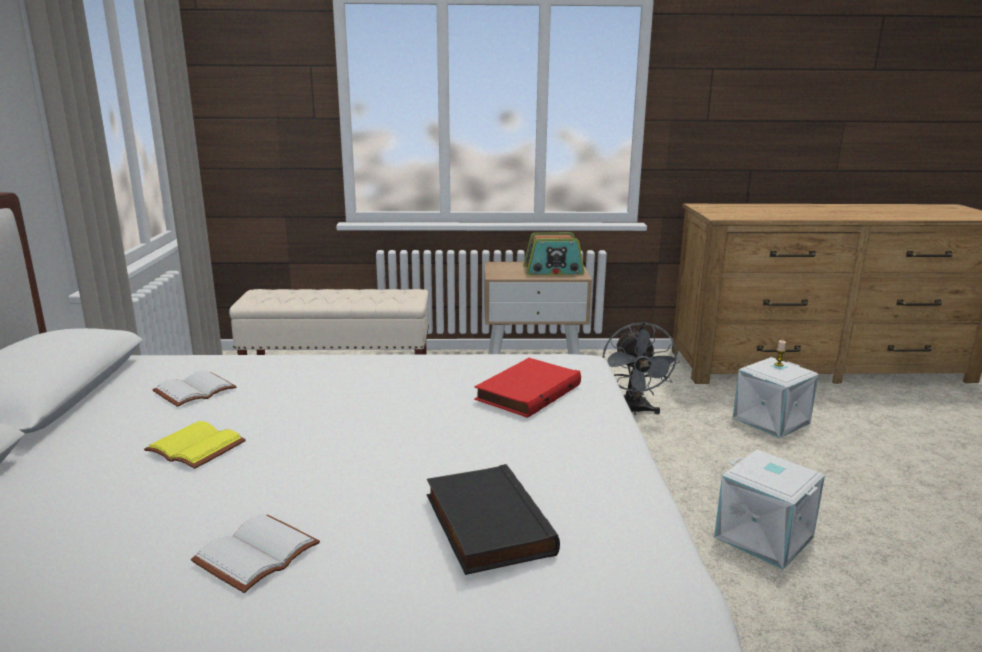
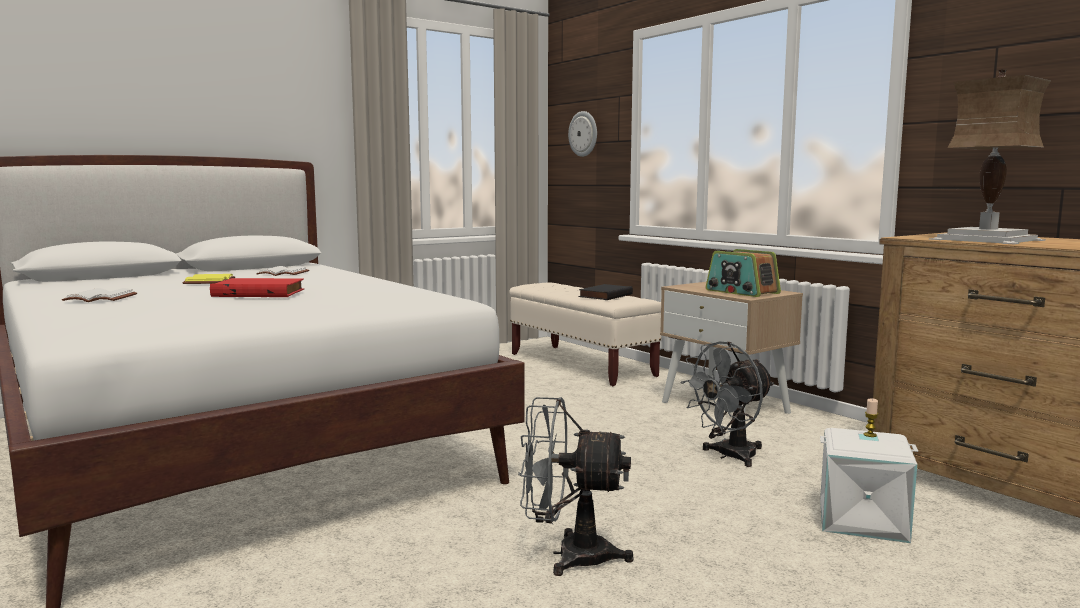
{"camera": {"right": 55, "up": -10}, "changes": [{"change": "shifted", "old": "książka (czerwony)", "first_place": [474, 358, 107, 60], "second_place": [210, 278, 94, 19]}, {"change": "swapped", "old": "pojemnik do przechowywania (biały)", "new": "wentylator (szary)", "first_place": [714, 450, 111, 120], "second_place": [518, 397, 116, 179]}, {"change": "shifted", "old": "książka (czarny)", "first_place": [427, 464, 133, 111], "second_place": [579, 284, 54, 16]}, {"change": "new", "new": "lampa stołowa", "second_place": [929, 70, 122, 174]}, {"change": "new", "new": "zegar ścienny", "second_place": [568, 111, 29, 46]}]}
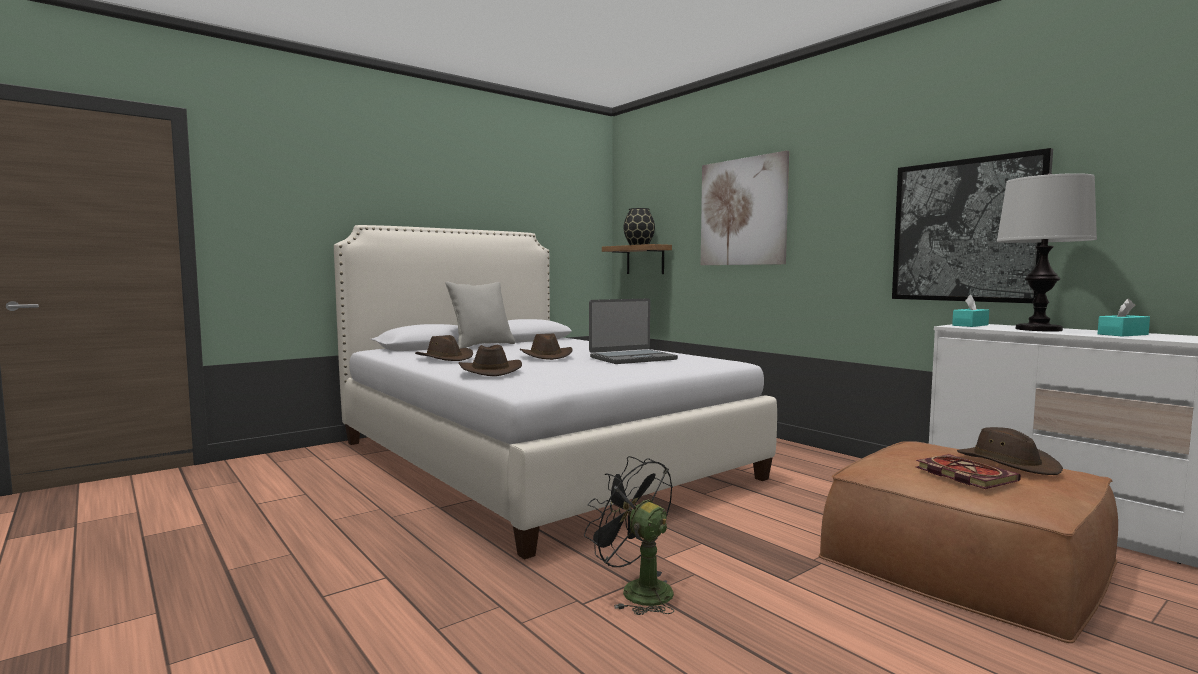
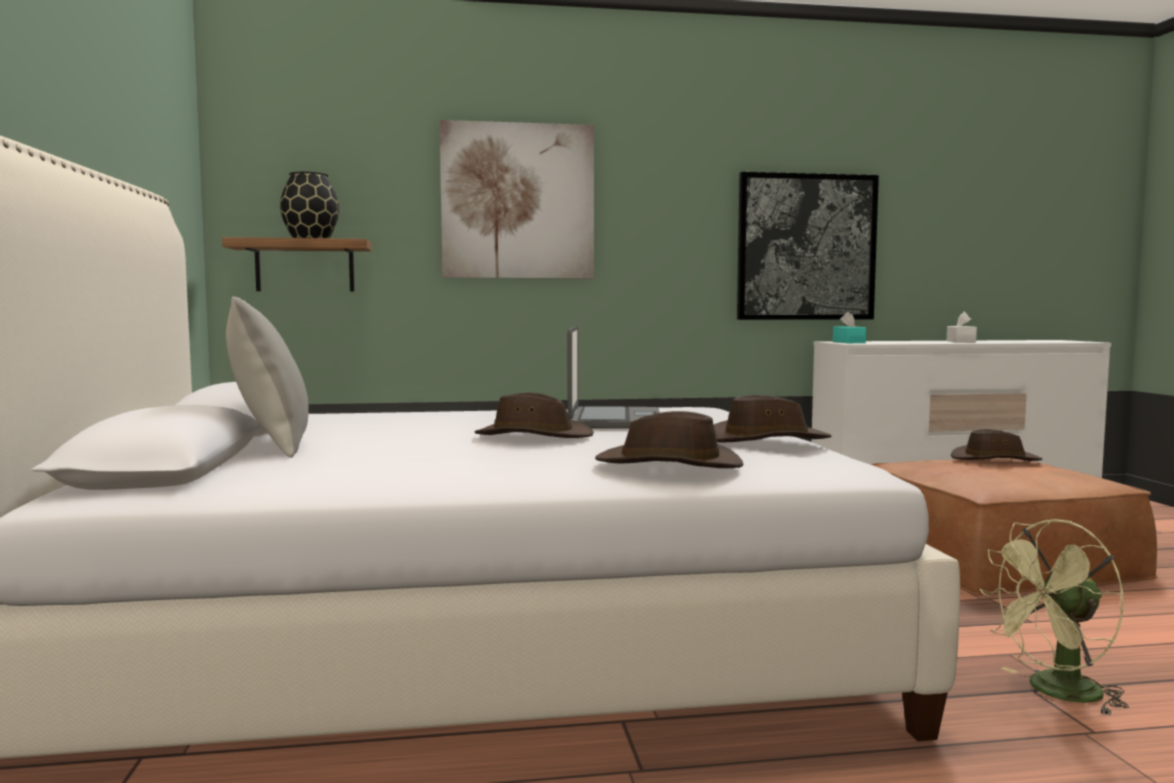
{"camera": {"right": -60, "up": 0}, "changes": [{"change": "gone", "old": "lampa stołowa", "first_place": [997, 173, 100, 159]}, {"change": "repainted", "old": "pudełko chusteczek (turkusowy)", "new": "pudełko chusteczek (biały)", "first_place": [1098, 299, 52, 37], "second_place": [947, 312, 30, 31]}, {"change": "shifted", "old": "kapelusz (brązowy)", "first_place": [415, 335, 58, 26], "second_place": [714, 395, 117, 47]}, {"change": "gone", "old": "książka", "first_place": [916, 454, 105, 35]}, {"change": "repainted", "old": "wentylator (czarny)", "new": "wentylator (zielony)", "first_place": [584, 456, 90, 159], "second_place": [980, 519, 149, 197]}]}
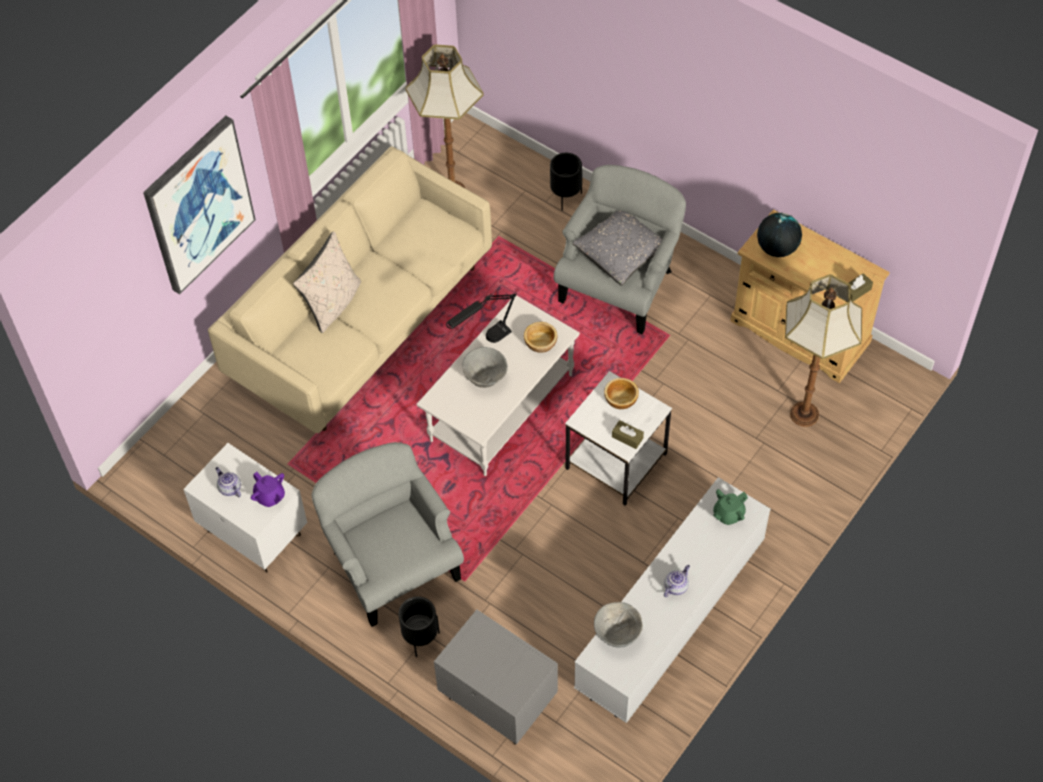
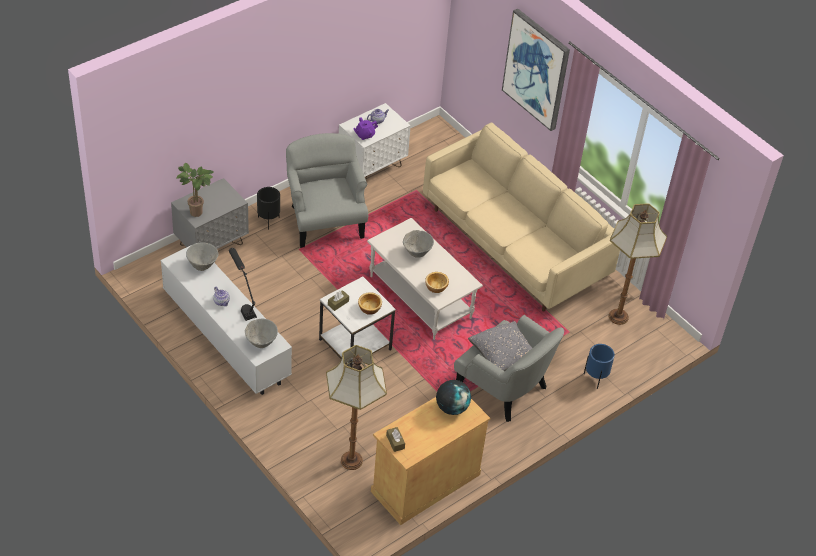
{"camera": {"right": 100, "up": -10}, "changes": [{"change": "repainted", "old": "donica (czarny)", "new": "donica (niebieski)", "first_place": [550, 153, 32, 58], "second_place": [584, 344, 31, 45]}, {"change": "gone", "old": "poduszka (beżowy)", "first_place": [293, 232, 68, 101]}, {"change": "shifted", "old": "lampa stołowa (czarny)", "first_place": [446, 292, 71, 51], "second_place": [229, 248, 28, 73]}, {"change": "rotated", "old": "fotel (szary)", "first_place": [312, 442, 152, 185], "second_place": [286, 133, 82, 115], "degrees": -90}, {"change": "swapped", "old": "imbryk (zielony)", "new": "miska (szary)", "first_place": [713, 489, 35, 36], "second_place": [245, 319, 33, 29]}, {"change": "new", "new": "roślina doniczkowa", "second_place": [176, 163, 37, 54]}]}
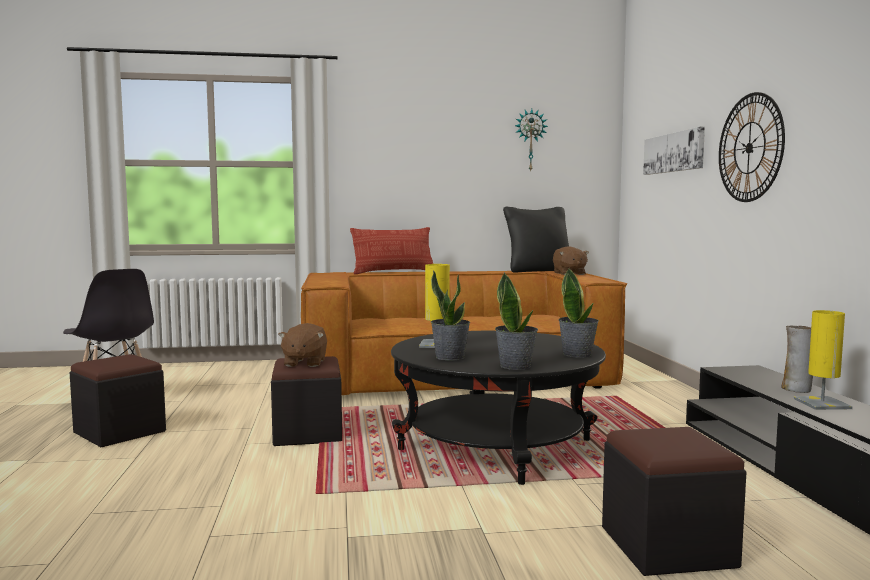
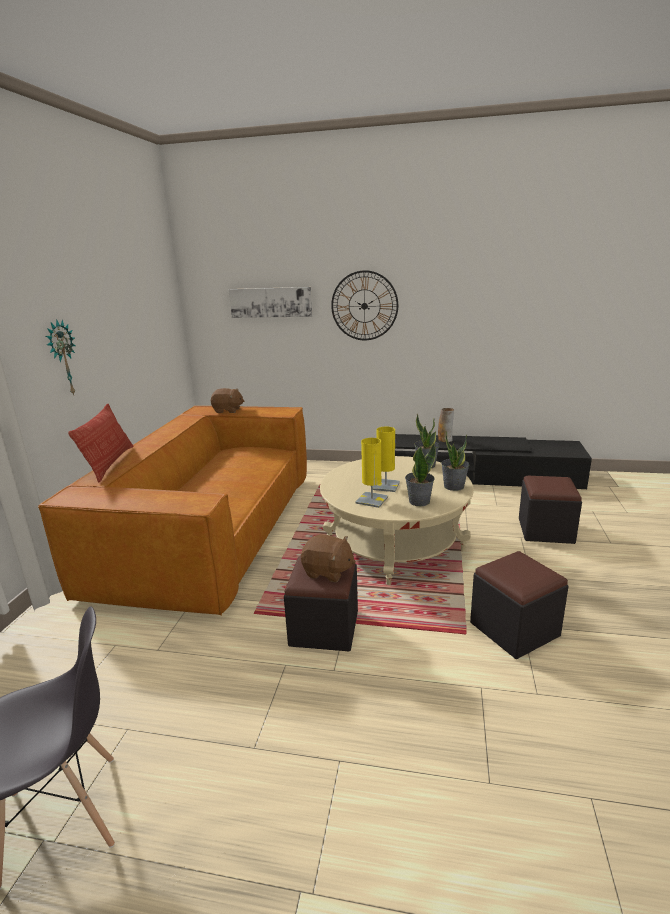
{"camera": {"right": -70, "up": 15}, "changes": [{"change": "shifted", "old": "zegar ścienny", "first_place": [515, 109, 33, 63], "second_place": [46, 319, 30, 76]}, {"change": "gone", "old": "poduszka (czarny)", "first_place": [503, 207, 66, 66]}, {"change": "shifted", "old": "lampa stołowa (żółty)", "first_place": [794, 310, 59, 100], "second_place": [373, 426, 27, 66]}, {"change": "repainted", "old": "ława (czarny)", "new": "ława (beżowy)", "first_place": [391, 331, 215, 154], "second_place": [320, 456, 154, 129]}, {"change": "shifted", "old": "pufa (czarny)", "first_place": [70, 354, 96, 93], "second_place": [470, 551, 98, 108]}]}
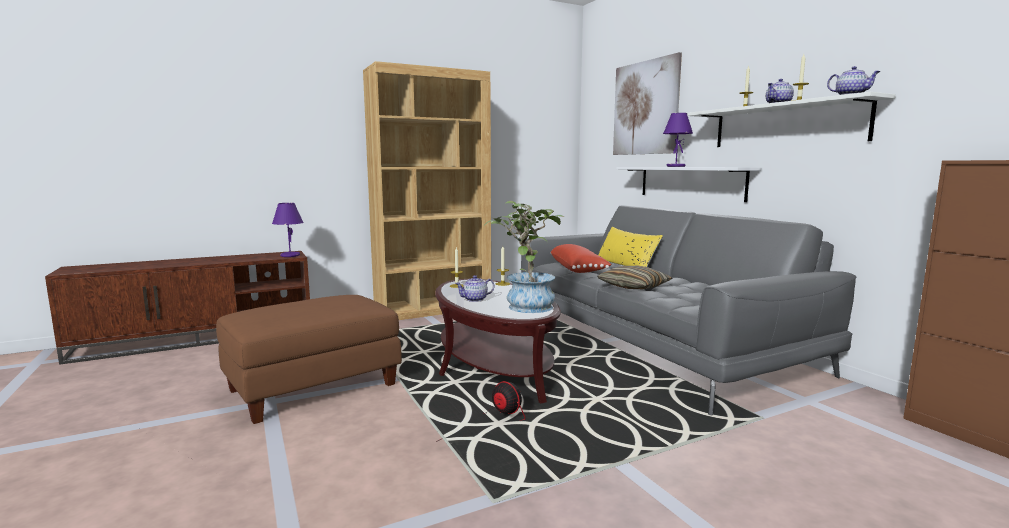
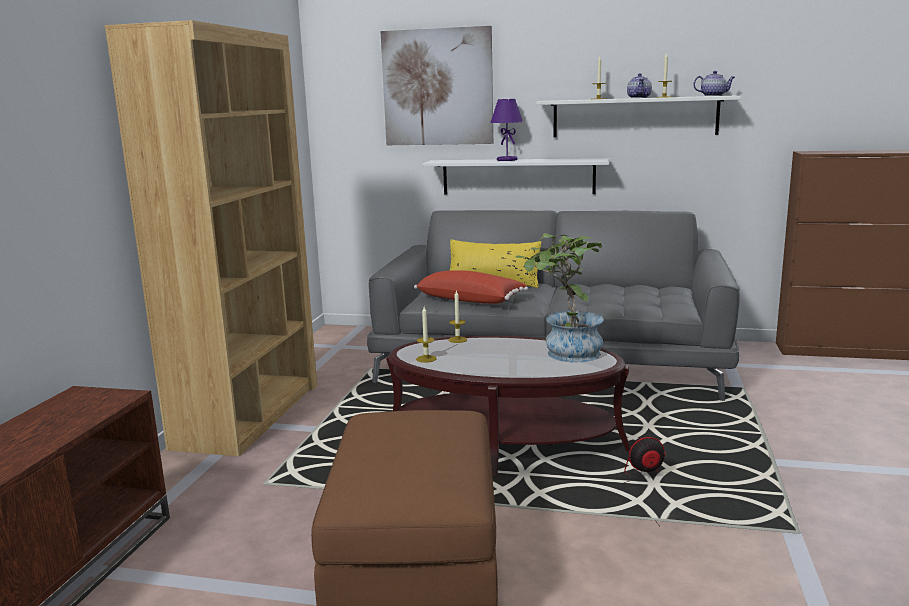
{"camera": {"right": -50, "up": 5}, "changes": [{"change": "gone", "old": "lampa stołowa (fioletowy)", "first_place": [272, 203, 32, 54]}, {"change": "gone", "old": "poduszka", "first_place": [597, 266, 76, 23]}, {"change": "gone", "old": "imbryk", "first_place": [455, 275, 39, 27]}]}
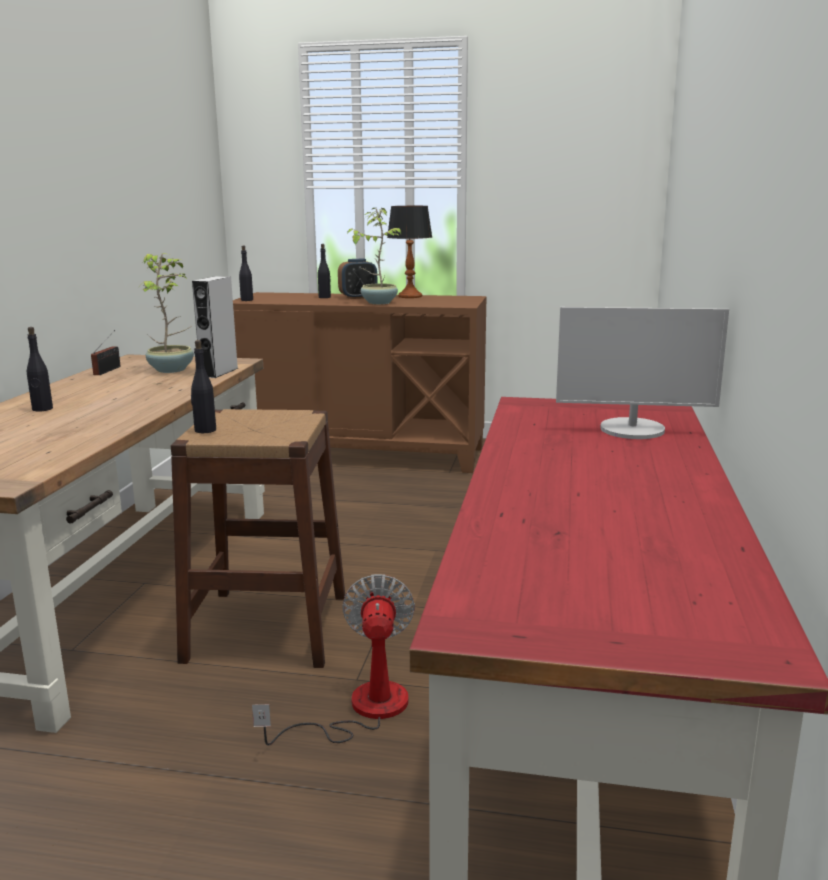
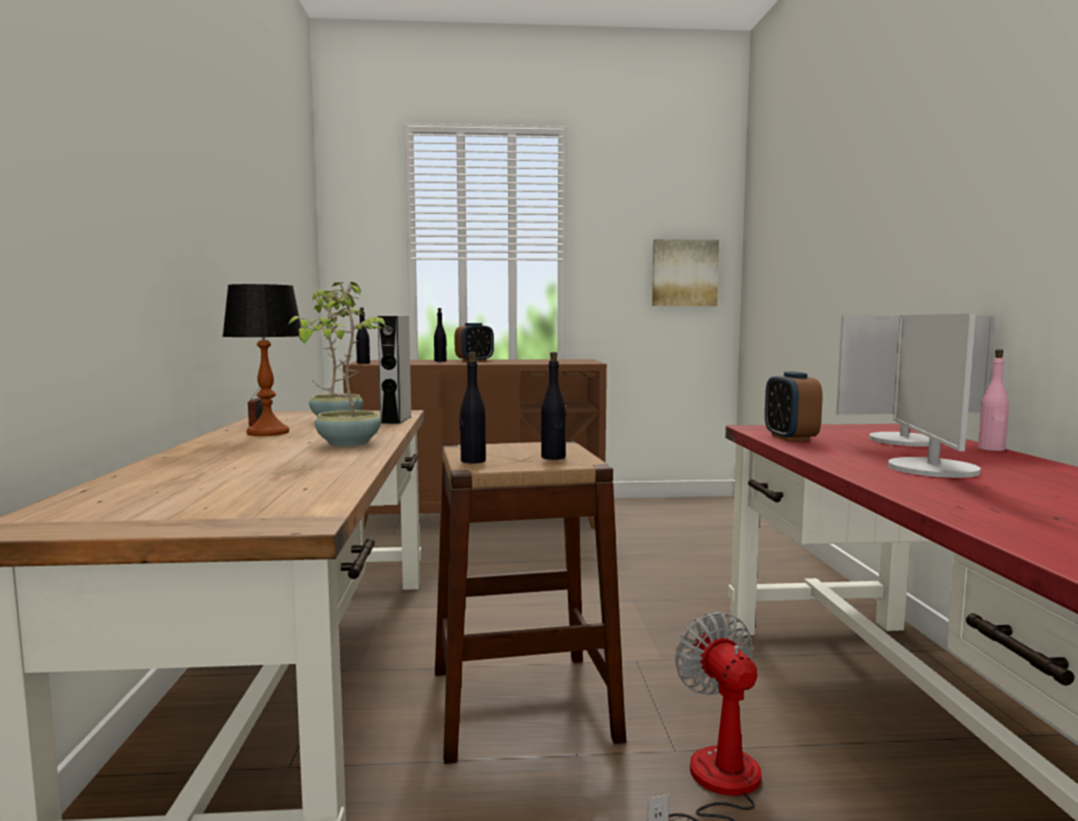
{"camera": {"right": -15, "up": -10}, "changes": [{"change": "shifted", "old": "lampa stołowa", "first_place": [387, 206, 45, 92], "second_place": [222, 284, 79, 152]}, {"change": "shifted", "old": "roślina doniczkowa", "first_place": [347, 208, 55, 96], "second_place": [288, 282, 101, 165]}, {"change": "shifted", "old": "butelka (czarny)", "first_place": [27, 327, 26, 85], "second_place": [541, 352, 25, 108]}, {"change": "new", "new": "obraz", "second_place": [652, 239, 67, 67]}, {"change": "new", "new": "monitor", "second_place": [888, 314, 93, 164]}, {"change": "new", "new": "butelka (różowy)", "second_place": [978, 349, 31, 102]}, {"change": "new", "new": "budzik", "second_place": [765, 372, 57, 69]}]}
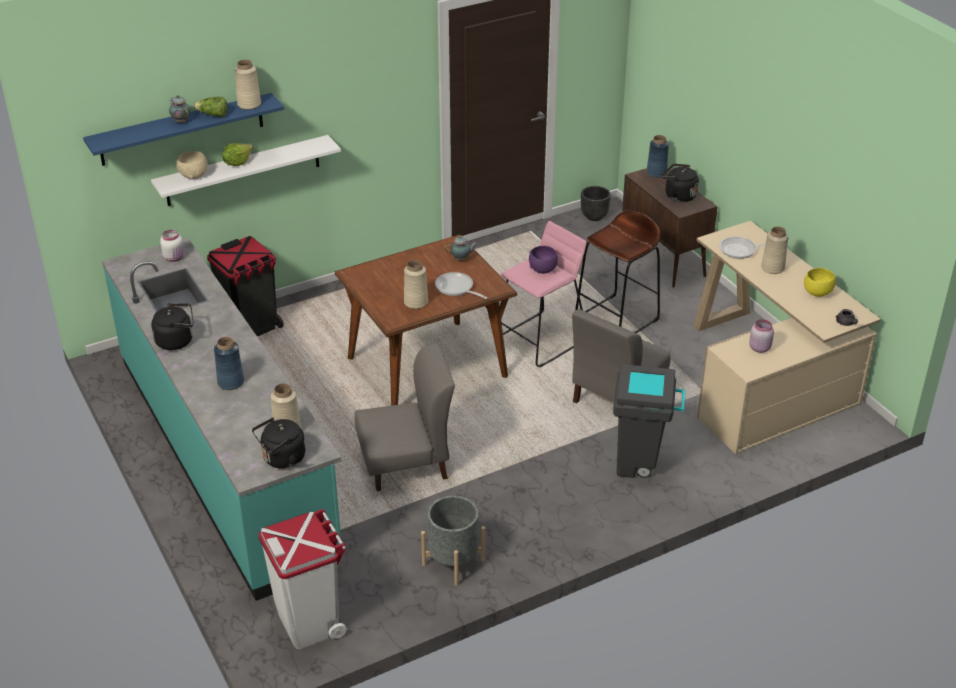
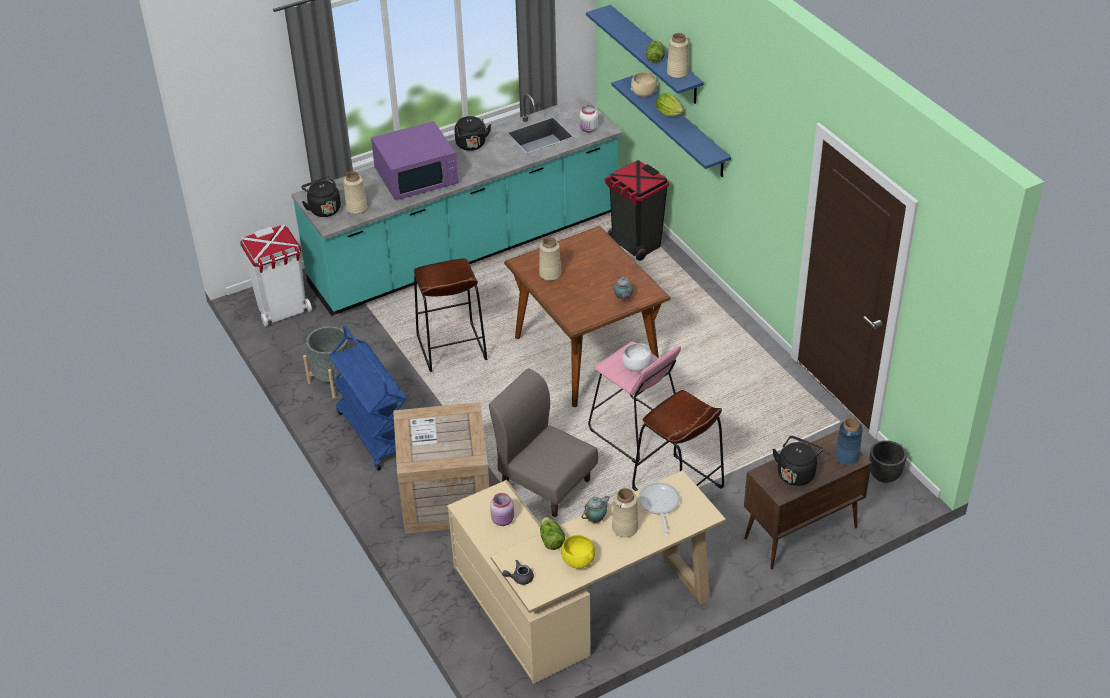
{"camera": {"right": 90, "up": 5}, "changes": [{"change": "shifted", "old": "imbryk", "first_place": [169, 95, 21, 28], "second_place": [581, 496, 29, 27]}, {"change": "repainted", "old": "półka (biały)", "new": "półka (niebieski)", "first_place": [151, 135, 190, 71], "second_place": [612, 75, 119, 102]}, {"change": "repainted", "old": "miska (fioletowy)", "new": "miska (biały)", "first_place": [529, 246, 29, 28], "second_place": [622, 343, 30, 29]}, {"change": "gone", "old": "patelnia", "first_place": [435, 272, 53, 27]}, {"change": "swapped", "old": "wazon (niebieski)", "new": "mikrofalówka (fioletowy)", "first_place": [214, 337, 30, 53], "second_place": [371, 121, 87, 79]}, {"change": "swapped", "old": "krzesło (szary)", "new": "stołek (brązowy)", "first_place": [355, 343, 100, 148], "second_place": [414, 258, 73, 114]}, {"change": "swapped", "old": "kosz na śmieci (szary)", "new": "skrzynka", "first_place": [613, 364, 72, 114], "second_place": [393, 402, 96, 132]}, {"change": "new", "new": "wózek (niebieski)", "second_place": [329, 325, 78, 146]}, {"change": "new", "new": "sałata", "second_place": [540, 517, 25, 33]}]}
